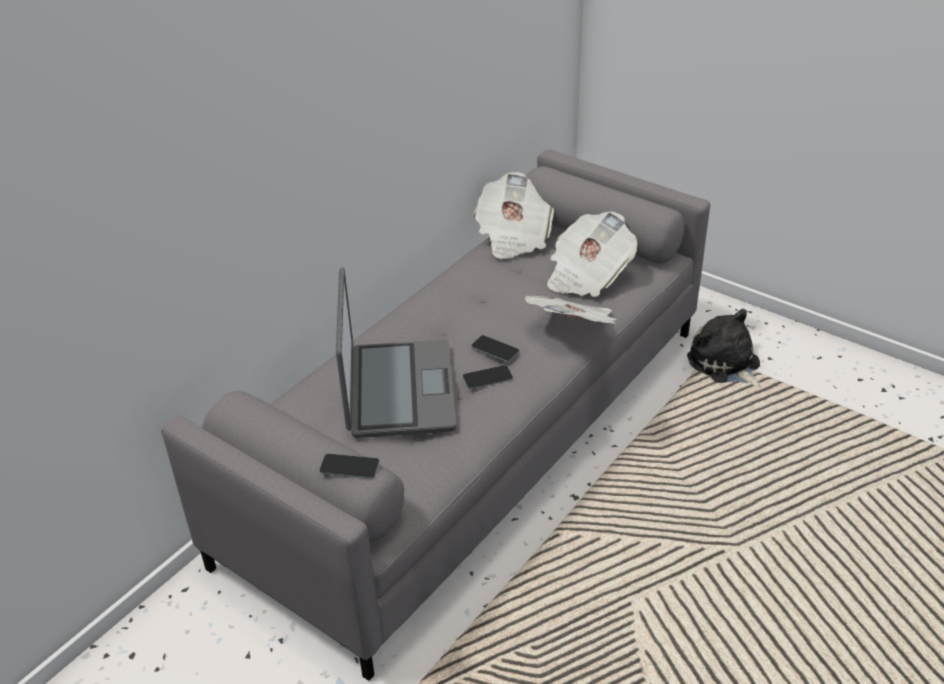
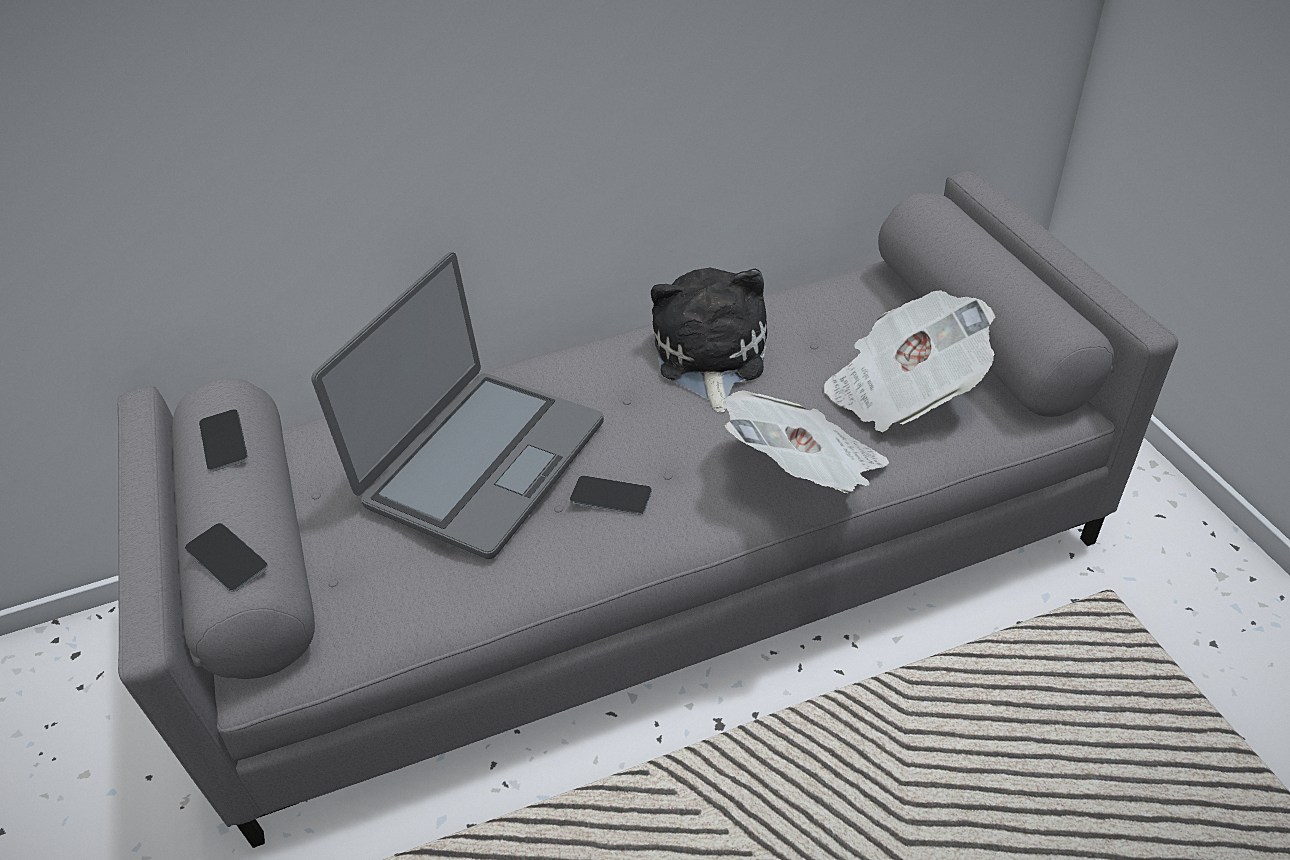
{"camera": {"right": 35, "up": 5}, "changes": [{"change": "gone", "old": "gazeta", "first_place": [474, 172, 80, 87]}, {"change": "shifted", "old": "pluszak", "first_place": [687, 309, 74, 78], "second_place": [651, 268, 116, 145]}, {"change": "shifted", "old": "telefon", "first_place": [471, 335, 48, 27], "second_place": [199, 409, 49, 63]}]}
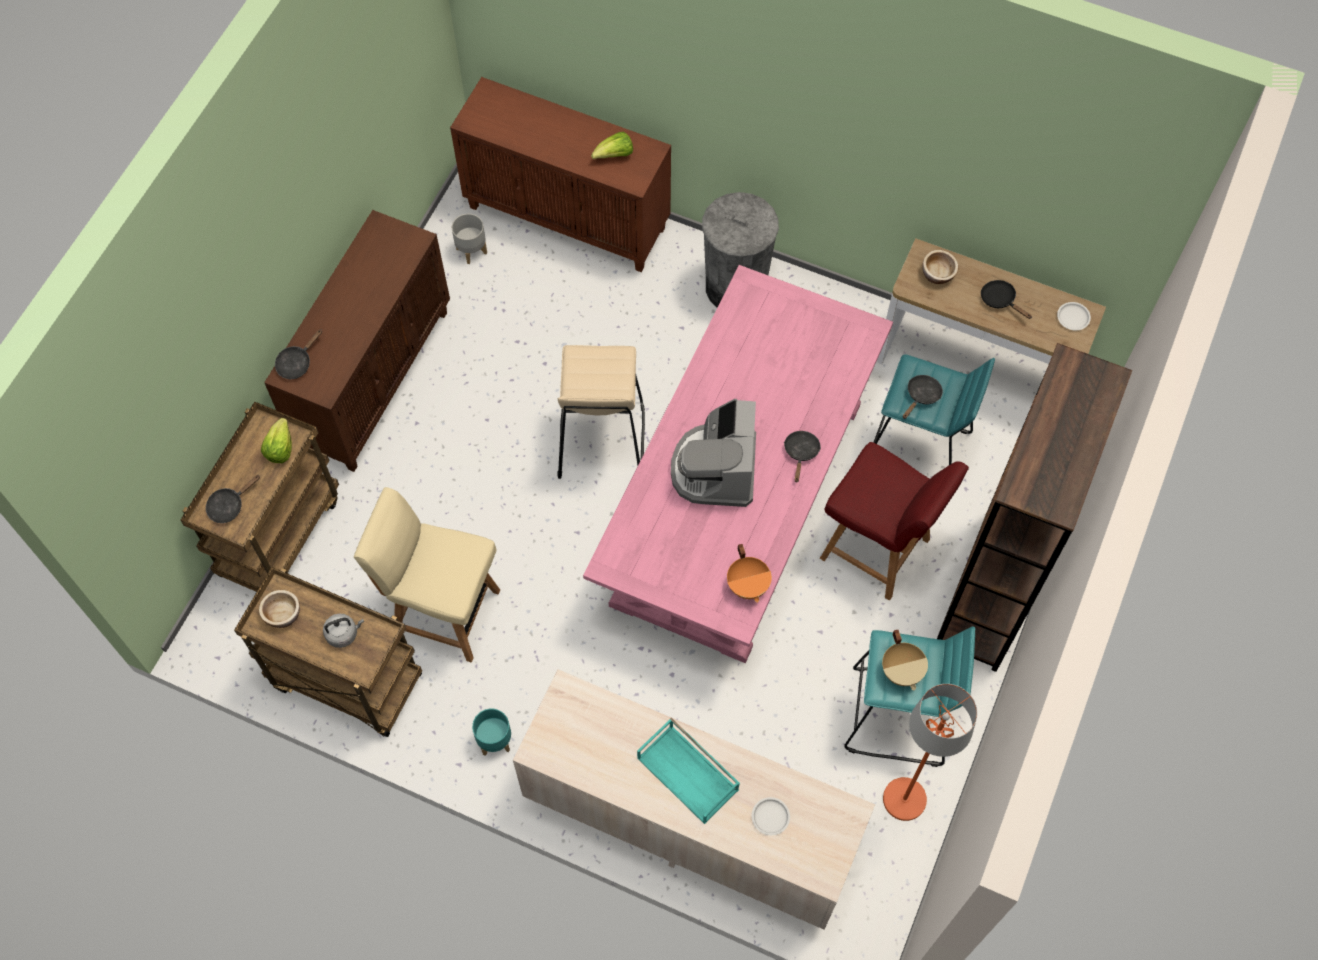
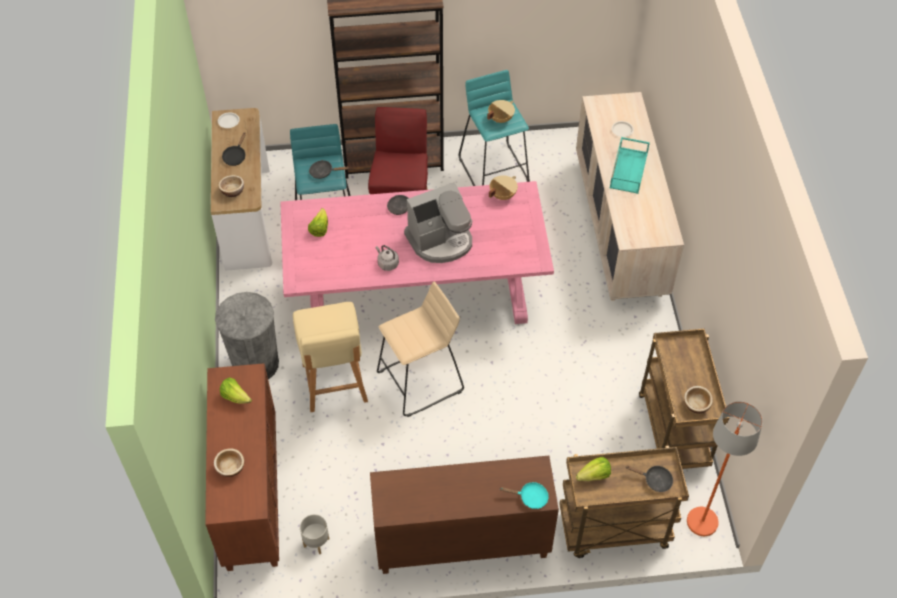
{"camera": {"right": -120, "up": -10}, "changes": [{"change": "repainted", "old": "patelnia (czarny)", "new": "patelnia (turkusowy)", "first_place": [275, 329, 47, 50], "second_place": [500, 482, 49, 27]}, {"change": "shifted", "old": "krzesło (beżowy)", "first_place": [354, 487, 146, 175], "second_place": [293, 302, 75, 110]}, {"change": "repainted", "old": "garnek (pomarańczowy)", "new": "garnek (beżowy)", "first_place": [727, 544, 45, 59], "second_place": [489, 175, 29, 25]}, {"change": "shifted", "old": "czajnik (szary)", "first_place": [323, 614, 41, 34], "second_place": [376, 245, 23, 26]}, {"change": "shifted", "old": "lampa stojąca (pomarańczowy)", "first_place": [883, 684, 94, 137], "second_place": [687, 401, 76, 135]}, {"change": "gone", "old": "donica (turkusowy)", "first_place": [472, 708, 39, 48]}, {"change": "new", "new": "sałata", "second_place": [308, 208, 20, 29]}, {"change": "new", "new": "miska", "second_place": [214, 448, 30, 29]}]}
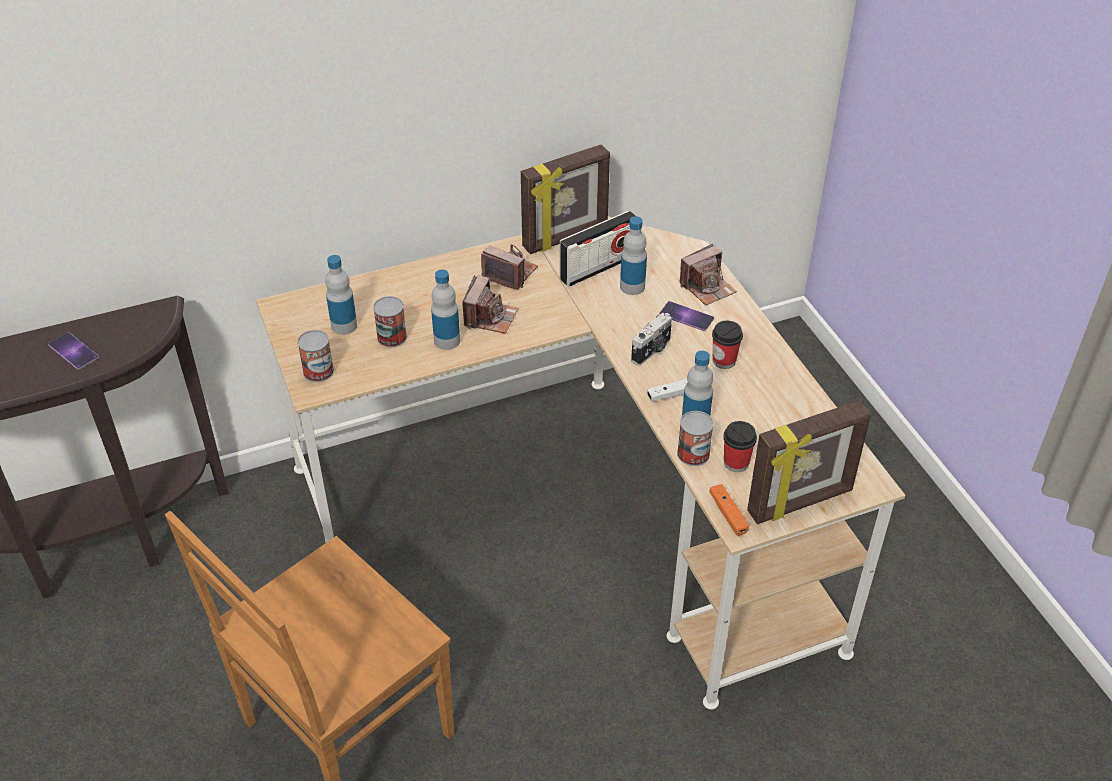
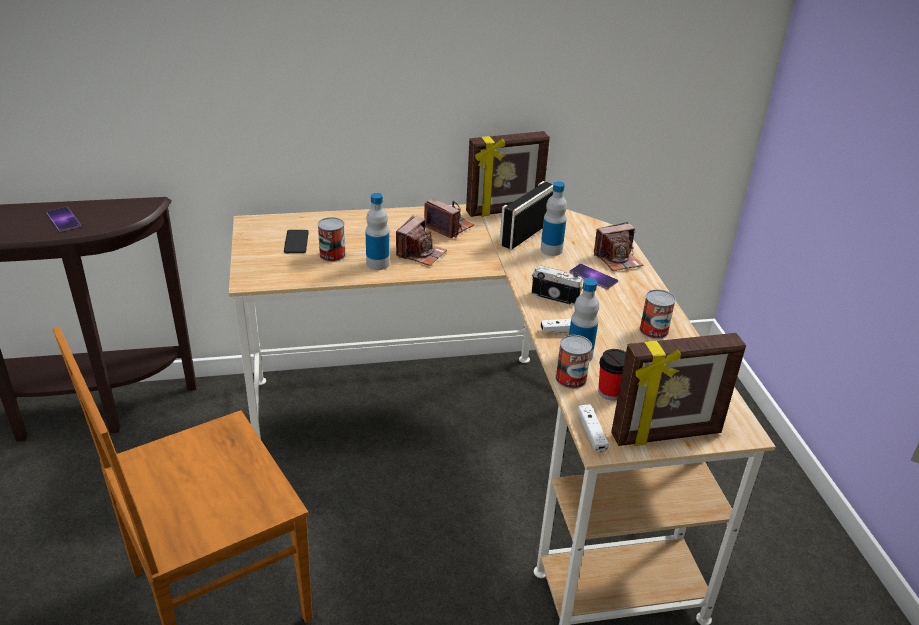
{"camera": {"right": 10, "up": -10}, "changes": [{"change": "rotated", "old": "radio", "first_place": [559, 211, 77, 76], "second_place": [499, 181, 54, 68], "degrees": 150}, {"change": "swapped", "old": "butelka", "new": "telefon", "first_place": [325, 255, 32, 80], "second_place": [284, 230, 25, 23]}, {"change": "rotated", "old": "aparat fotograficzny", "first_place": [631, 313, 41, 53], "second_place": [531, 265, 52, 40], "degrees": -120}, {"change": "gone", "old": "filiżanka", "first_place": [712, 321, 31, 48]}, {"change": "shifted", "old": "puszka", "first_place": [297, 330, 37, 52], "second_place": [639, 289, 37, 50]}, {"change": "repainted", "old": "pad do gier (pomarańczowy)", "new": "pad do gier (biały)", "first_place": [709, 484, 40, 52], "second_place": [577, 404, 32, 49]}]}
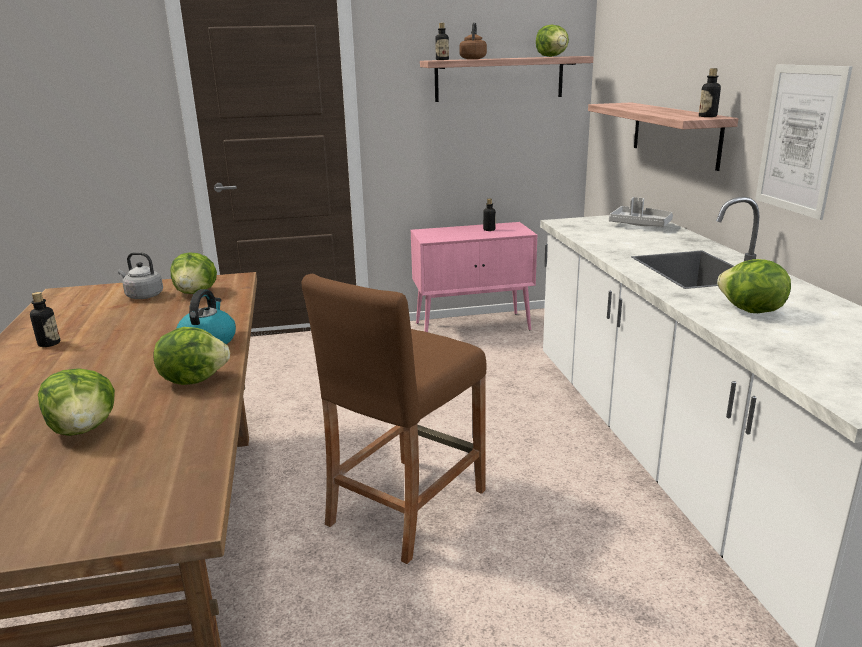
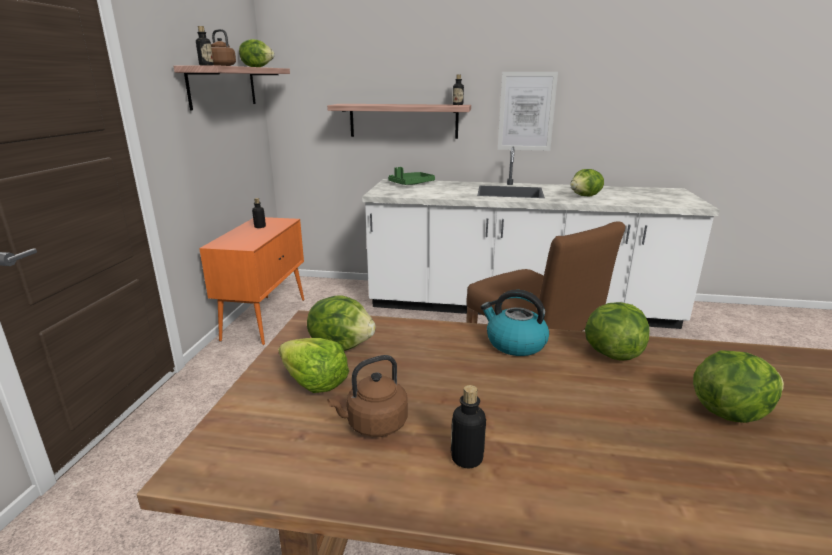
{"camera": {"right": -70, "up": 0}, "changes": [{"change": "repainted", "old": "taca (szary)", "new": "taca (zielony)", "first_place": [609, 197, 64, 30], "second_place": [388, 167, 47, 18]}, {"change": "repainted", "old": "szafka (różowy)", "new": "szafka (pomarańczowy)", "first_place": [411, 222, 126, 110], "second_place": [199, 217, 105, 128]}, {"change": "swapped", "old": "czajnik (szary)", "new": "sałata", "first_place": [118, 252, 45, 47], "second_place": [278, 338, 71, 55]}, {"change": "new", "new": "czajnik (brązowy)", "second_place": [327, 355, 81, 82]}]}
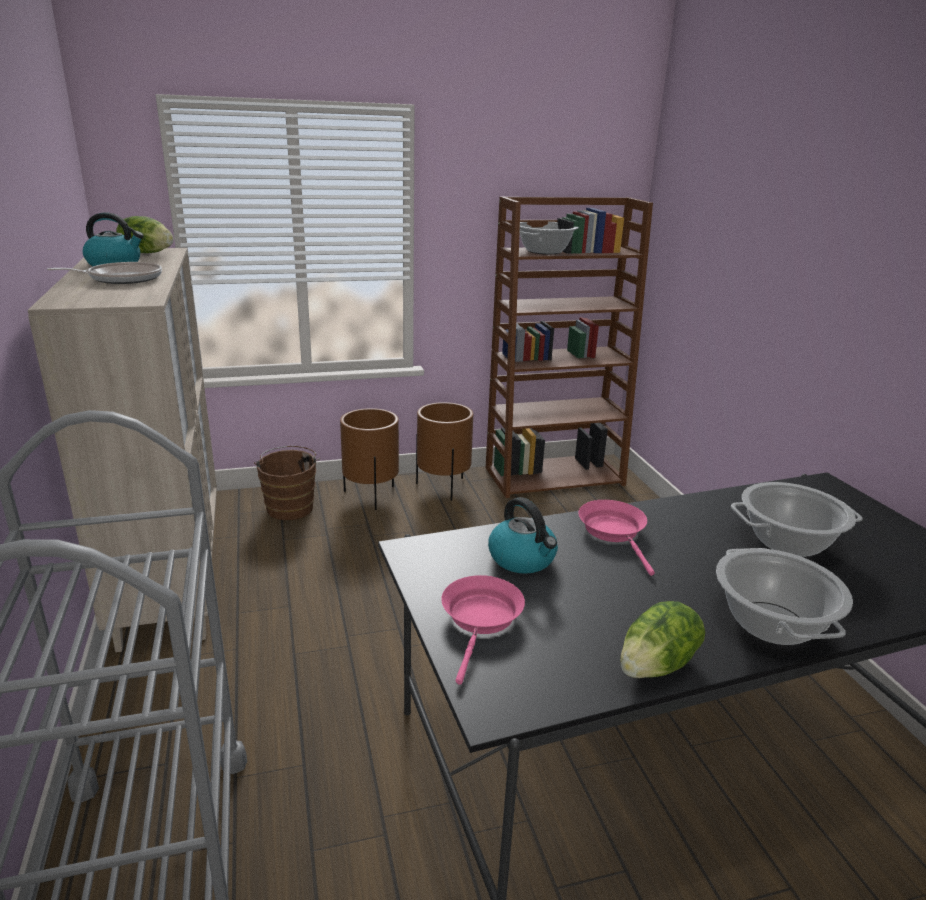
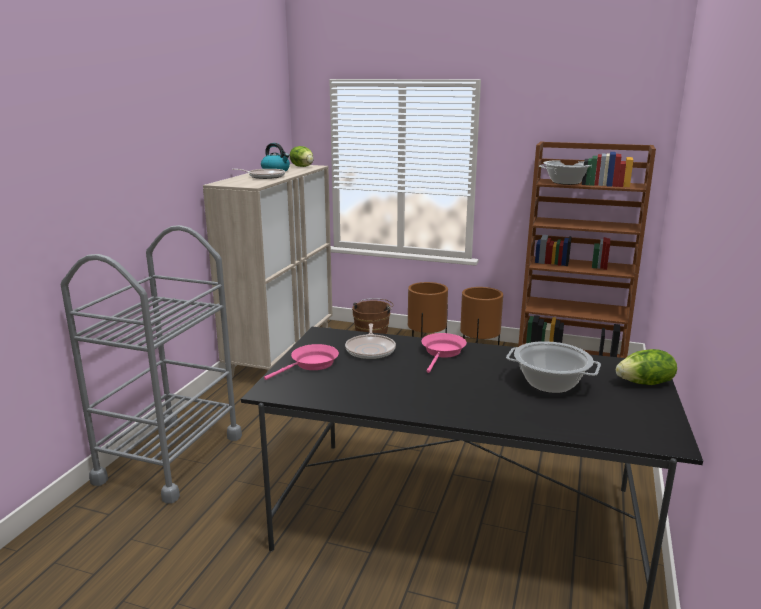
{"camera": {"right": 35, "up": -5}, "changes": [{"change": "swapped", "old": "czajnik", "new": "patelnia", "first_place": [488, 497, 70, 77], "second_place": [345, 324, 51, 35]}, {"change": "gone", "old": "garnek", "first_place": [716, 548, 137, 97]}, {"change": "shifted", "old": "sałata", "first_place": [620, 601, 85, 77], "second_place": [616, 349, 61, 36]}]}
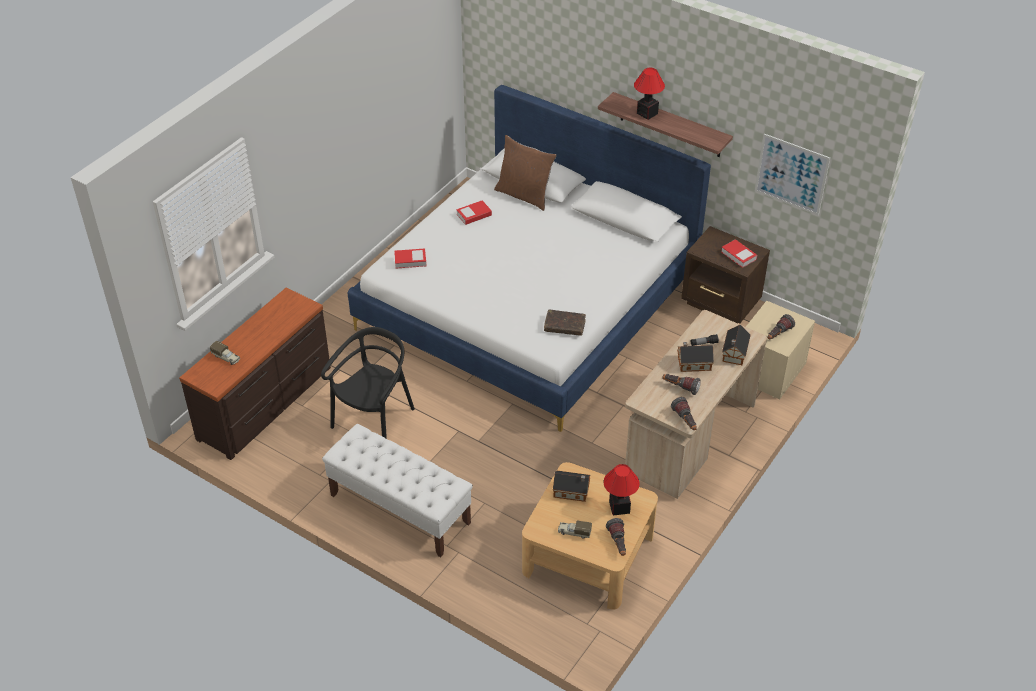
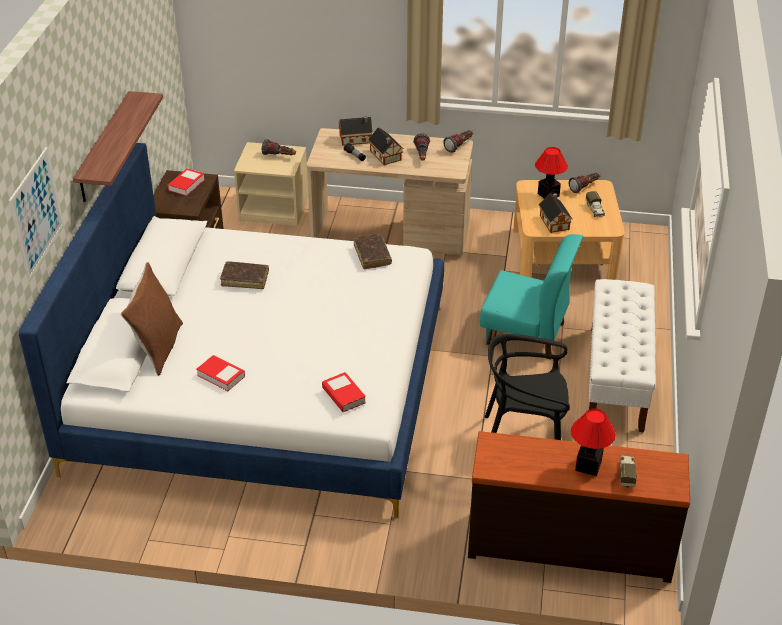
{"camera": {"right": -115, "up": -5}, "changes": [{"change": "shifted", "old": "lampa stołowa", "first_place": [634, 68, 31, 52], "second_place": [571, 409, 45, 67]}, {"change": "shifted", "old": "obraz", "first_place": [755, 134, 75, 81], "second_place": [9, 147, 55, 133]}, {"change": "new", "new": "krzesło (turkusowy)", "second_place": [480, 234, 103, 125]}, {"change": "new", "new": "książka (brązowy)", "second_place": [220, 261, 49, 28]}]}
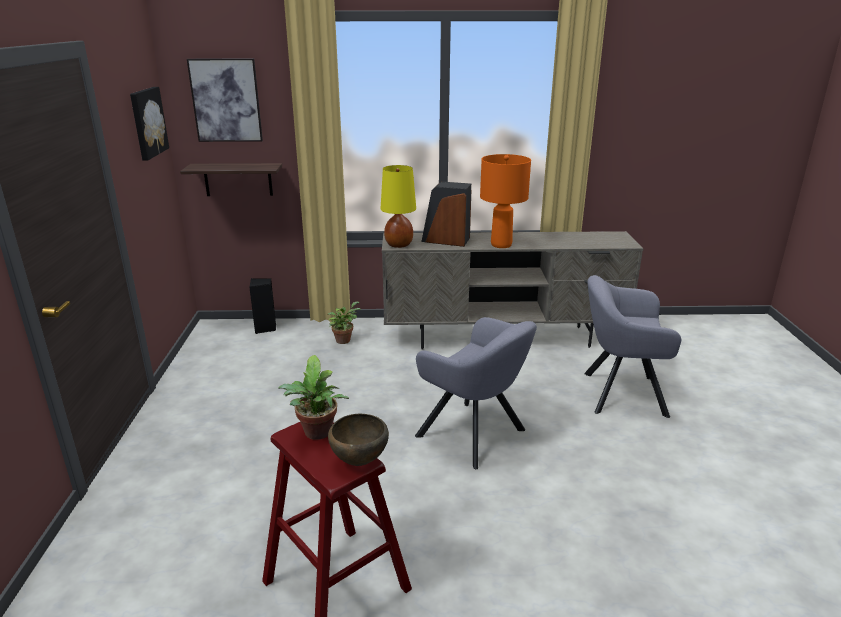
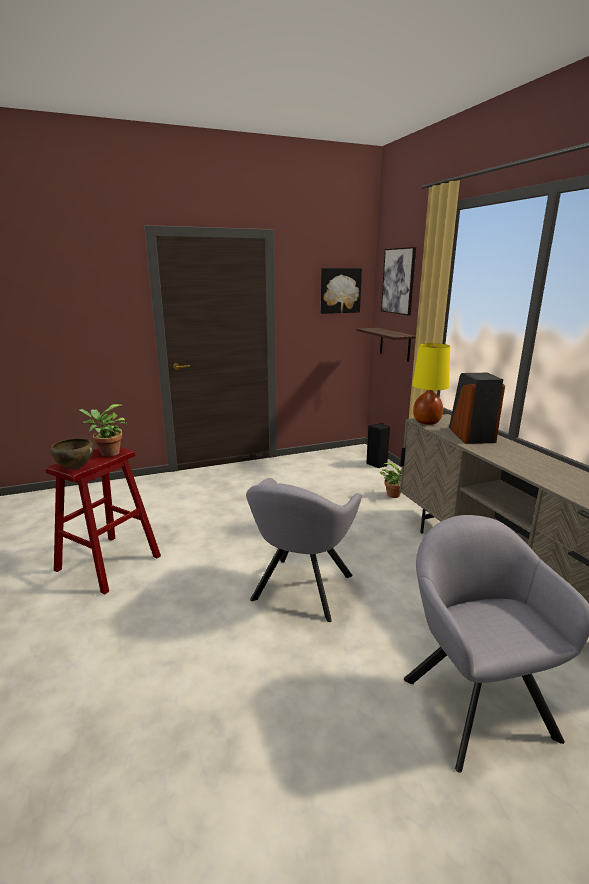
{"camera": {"right": 70, "up": -5}, "changes": [{"change": "gone", "old": "lampa stołowa (pomarańczowy)", "first_place": [480, 154, 51, 94]}]}
